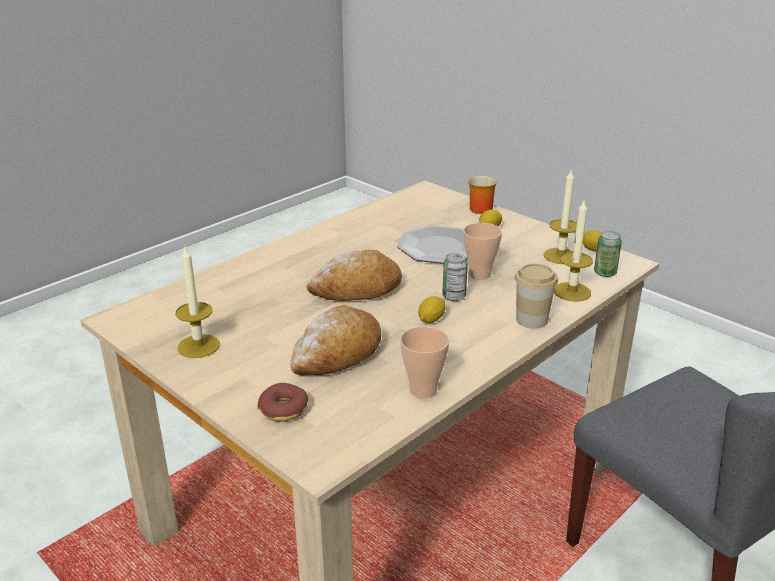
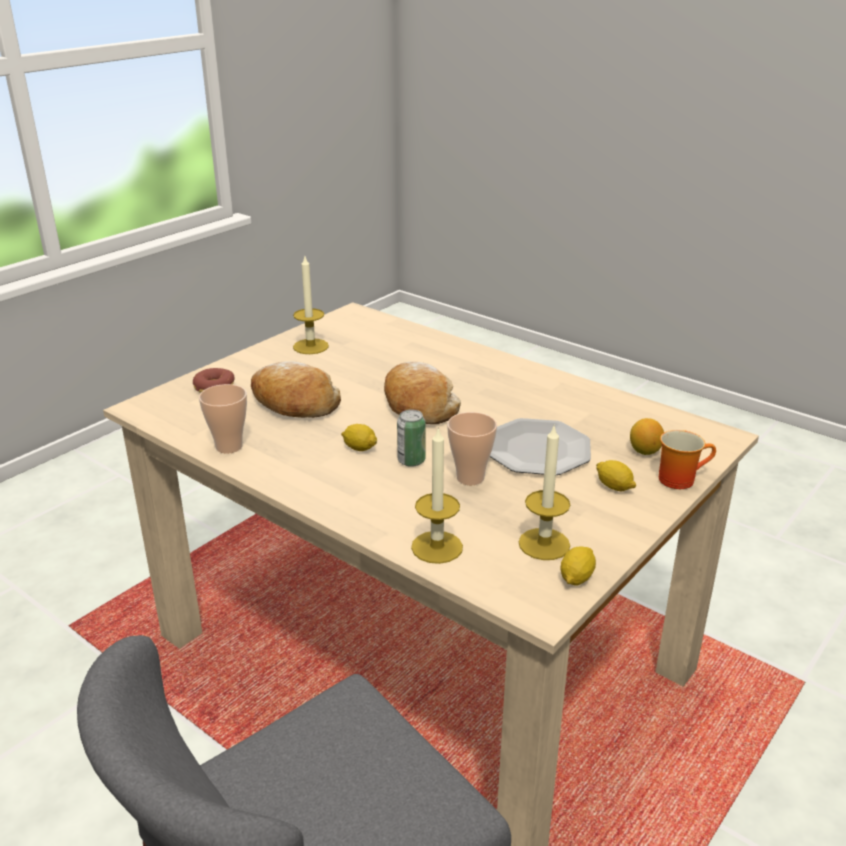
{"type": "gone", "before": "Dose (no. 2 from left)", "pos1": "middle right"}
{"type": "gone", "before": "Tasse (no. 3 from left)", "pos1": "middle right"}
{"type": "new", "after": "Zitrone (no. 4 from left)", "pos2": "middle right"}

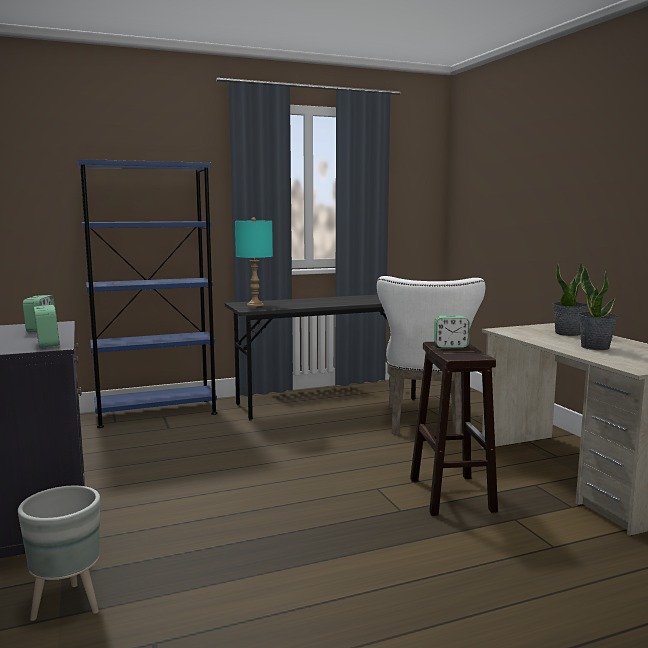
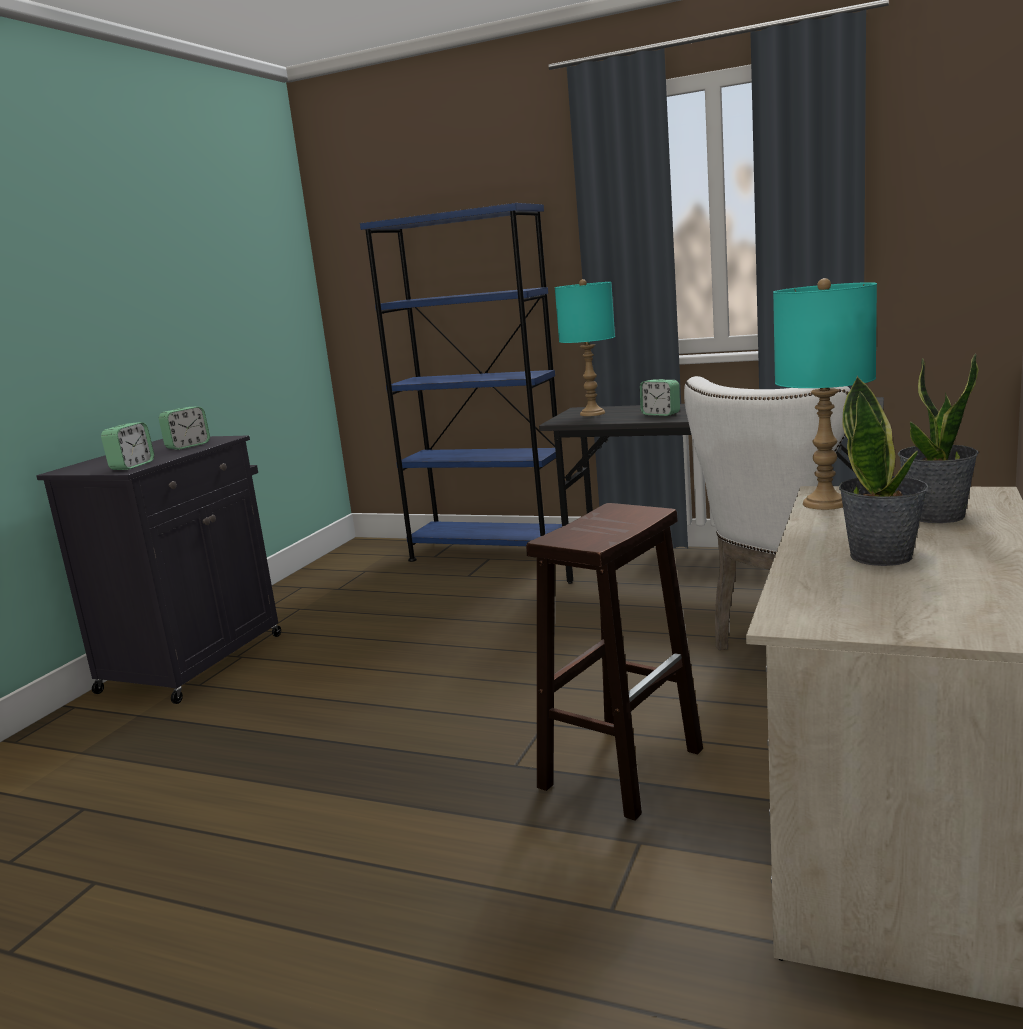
{"type": "shifted", "before": "Wecker (no. 3 from left)", "pos1": "middle right", "pos2": "centre"}
{"type": "gone", "before": "Pflanzkübel (grau)", "pos1": "bottom left"}
{"type": "new", "after": "Tischlampe (türkis) (no. 2 from left)", "pos2": "middle right"}

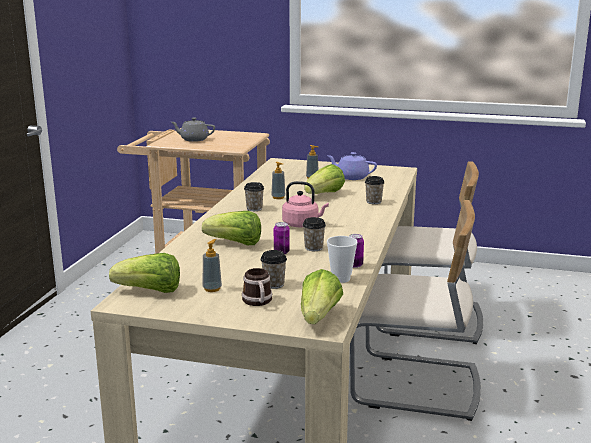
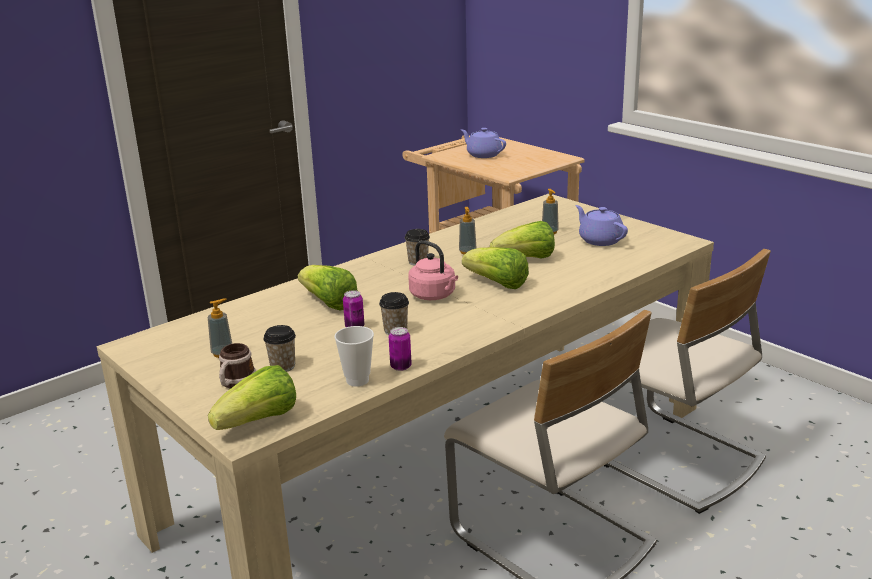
{"type": "repainted", "before": "Teekanne (grau)", "after": "Teekanne (lila) (no. 1 from left)", "pos1": "top left", "pos2": "top centre"}
{"type": "gone", "before": "Tasse (no. 5 from left)", "pos1": "centre"}
{"type": "shifted", "before": "Salatkopf (no. 1 from left in the first image)", "after": "Salatkopf (no. 3 from left)", "pos1": "middle left", "pos2": "centre"}

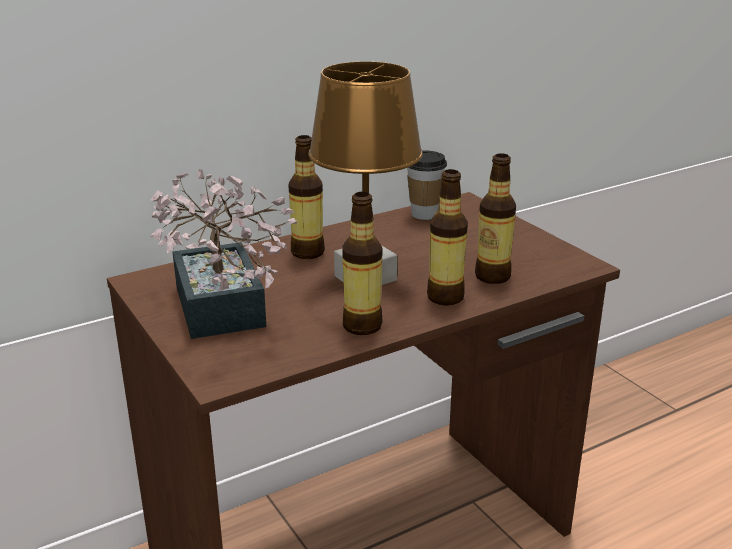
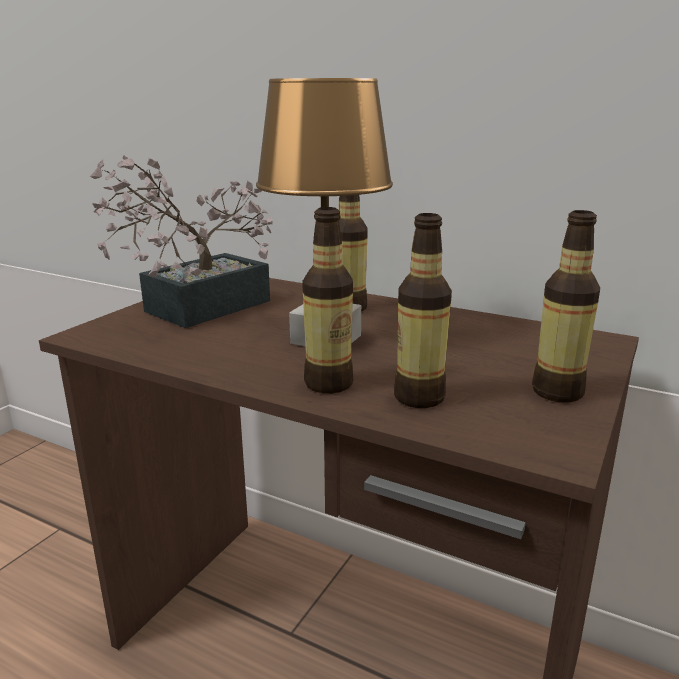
{"type": "gone", "before": "Tasse", "pos1": "centre"}
{"type": "shifted", "before": "Flasche (no. 2 from left in the first image)", "after": "Flasche (no. 4 from left)", "pos1": "centre", "pos2": "middle right"}

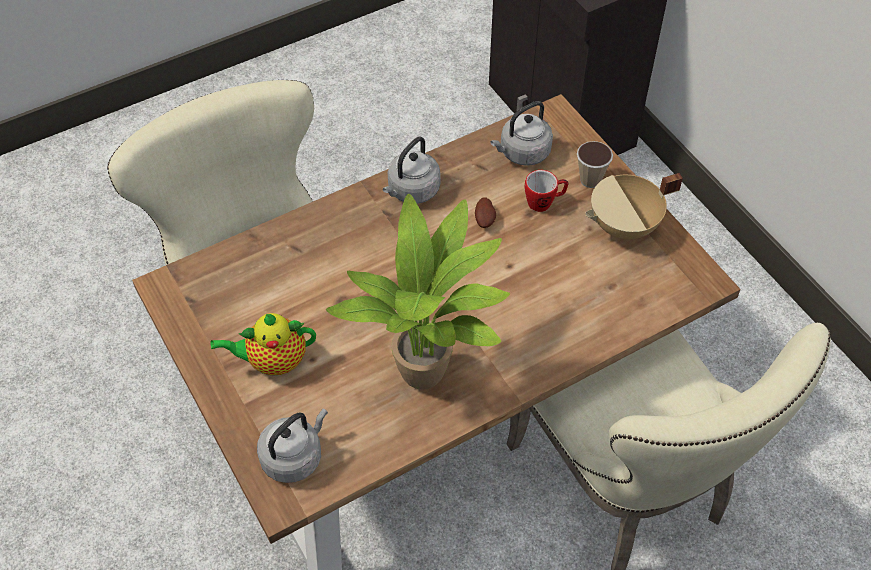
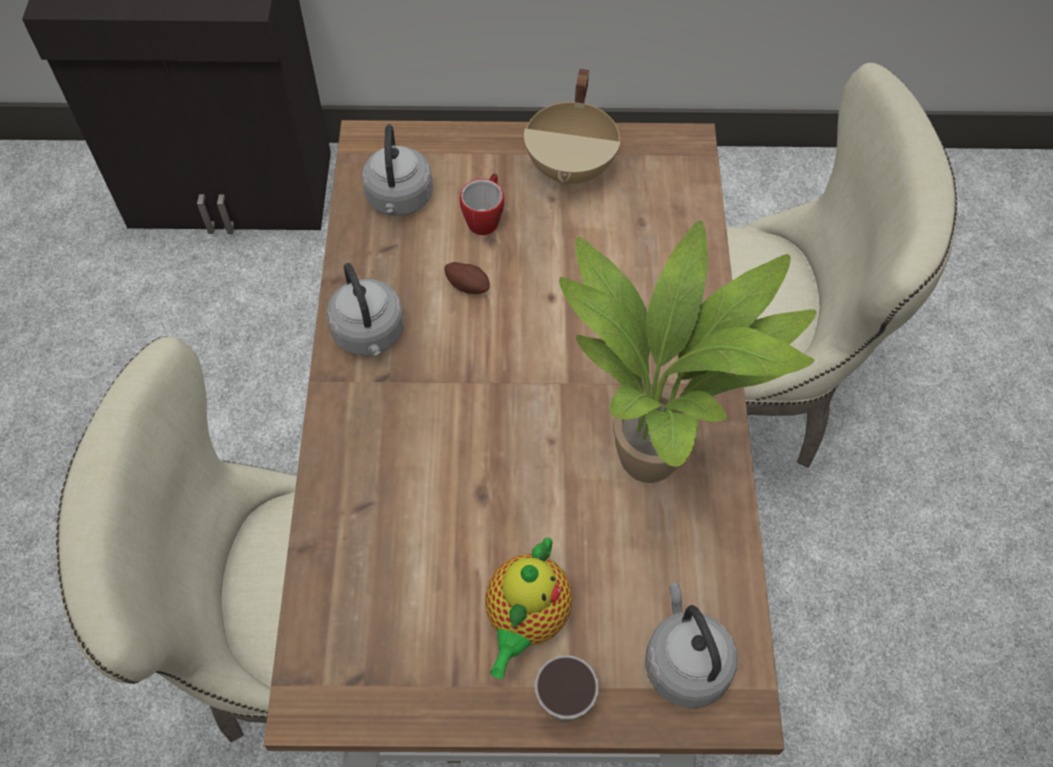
{"type": "shifted", "before": "Tasse", "pos1": "top right", "pos2": "bottom centre"}

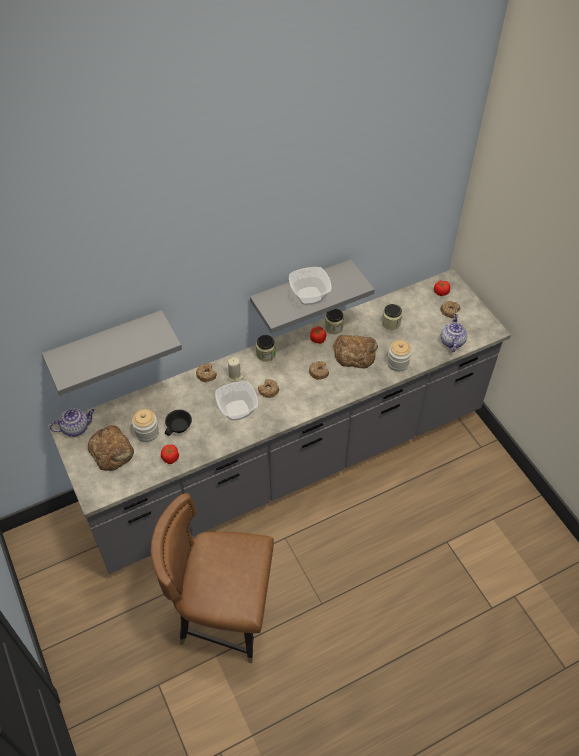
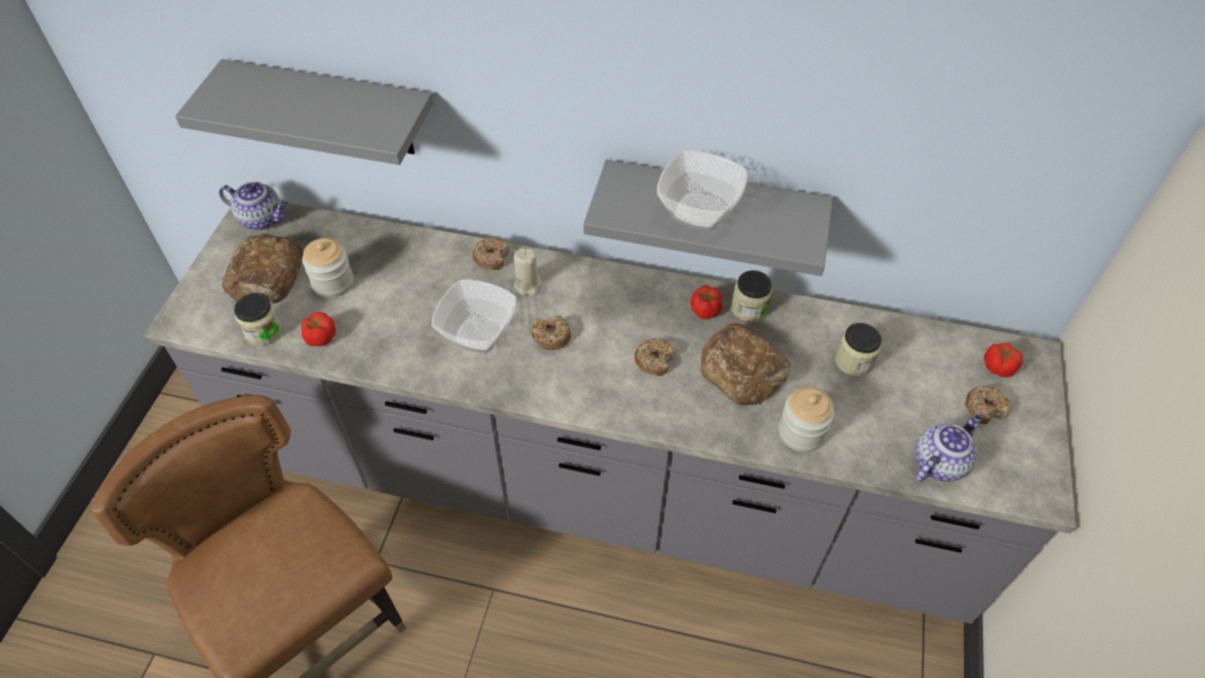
{"type": "shifted", "before": "Vorratsglas (no. 2 from left in the first image)", "after": "Vorratsglas (no. 1 from left)", "pos1": "centre", "pos2": "middle left"}
{"type": "gone", "before": "Tasse (schwarz)", "pos1": "middle left"}

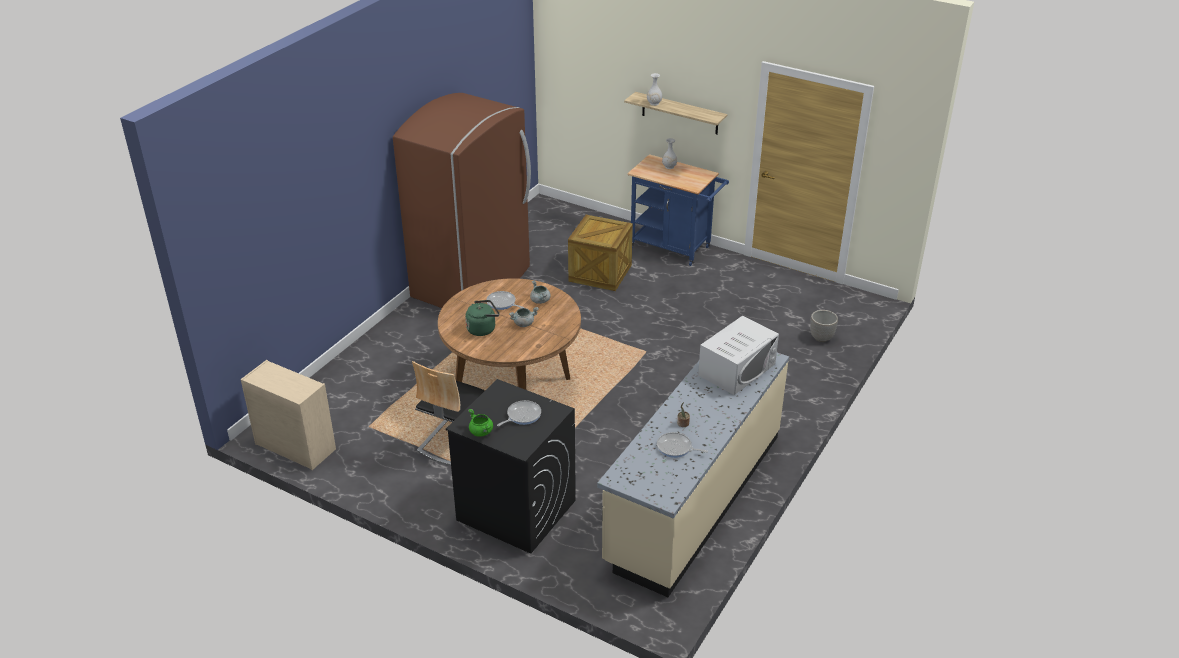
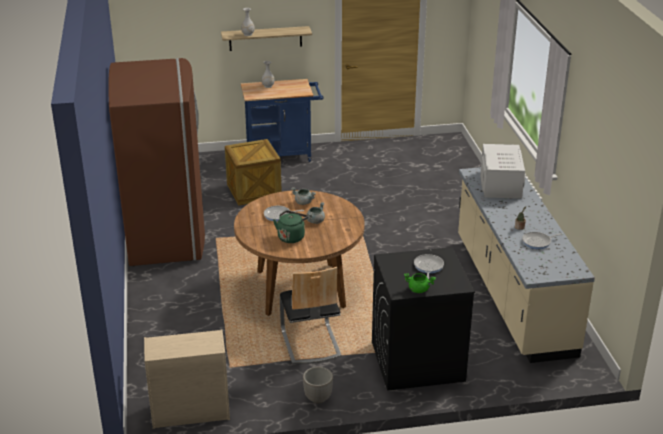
{"type": "shifted", "before": "Pflanzkübel", "pos1": "middle right", "pos2": "bottom centre"}

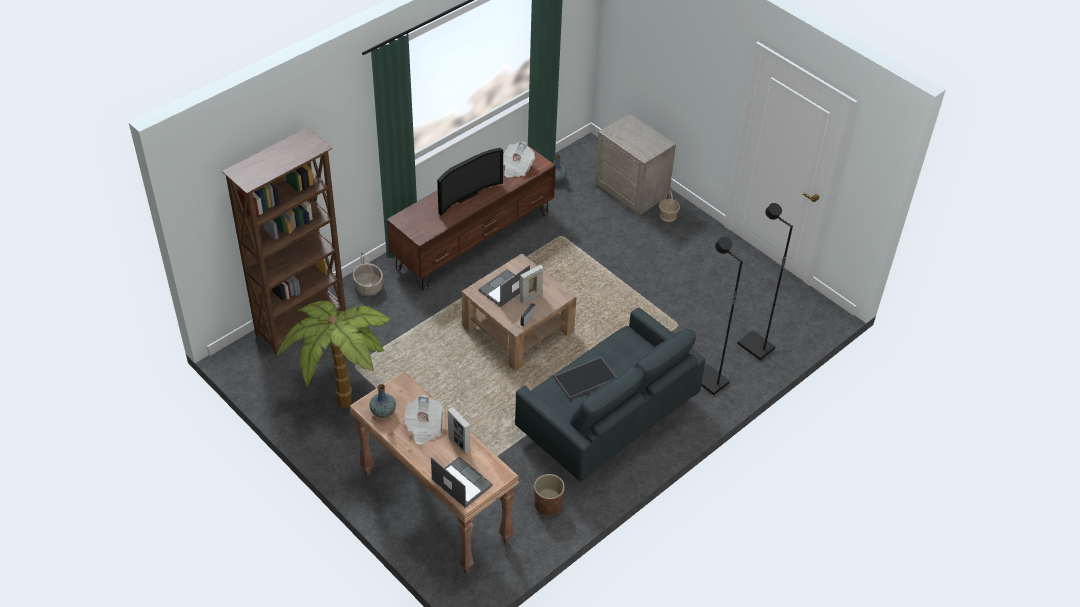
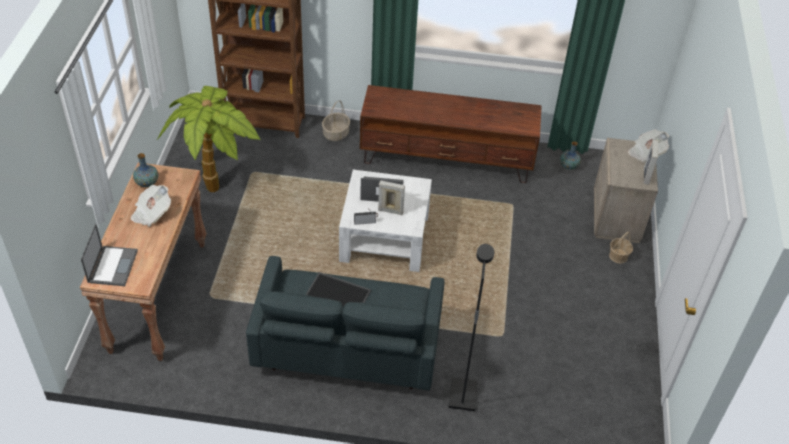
{"type": "shifted", "before": "Zeitung (no. 2 from left)", "pos1": "top centre", "pos2": "top right"}
{"type": "gone", "before": "Fernseher", "pos1": "top centre"}
{"type": "gone", "before": "Stehlampe (schwarz) (no. 2 from left)", "pos1": "middle right"}
{"type": "repainted", "before": "Couchtisch (braun)", "after": "Couchtisch (weiß)", "pos1": "centre", "pos2": "centre"}
{"type": "shifted", "before": "Bilderrahmen (no. 1 from left in the first image)", "after": "Bilderrahmen (no. 2 from left)", "pos1": "bottom centre", "pos2": "middle right"}
{"type": "gone", "before": "Pflanzkübel (braun)", "pos1": "bottom centre"}

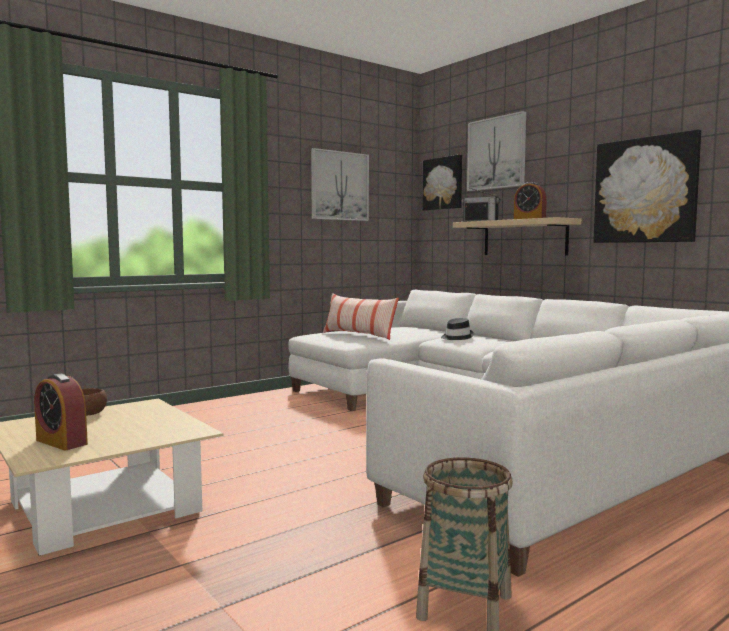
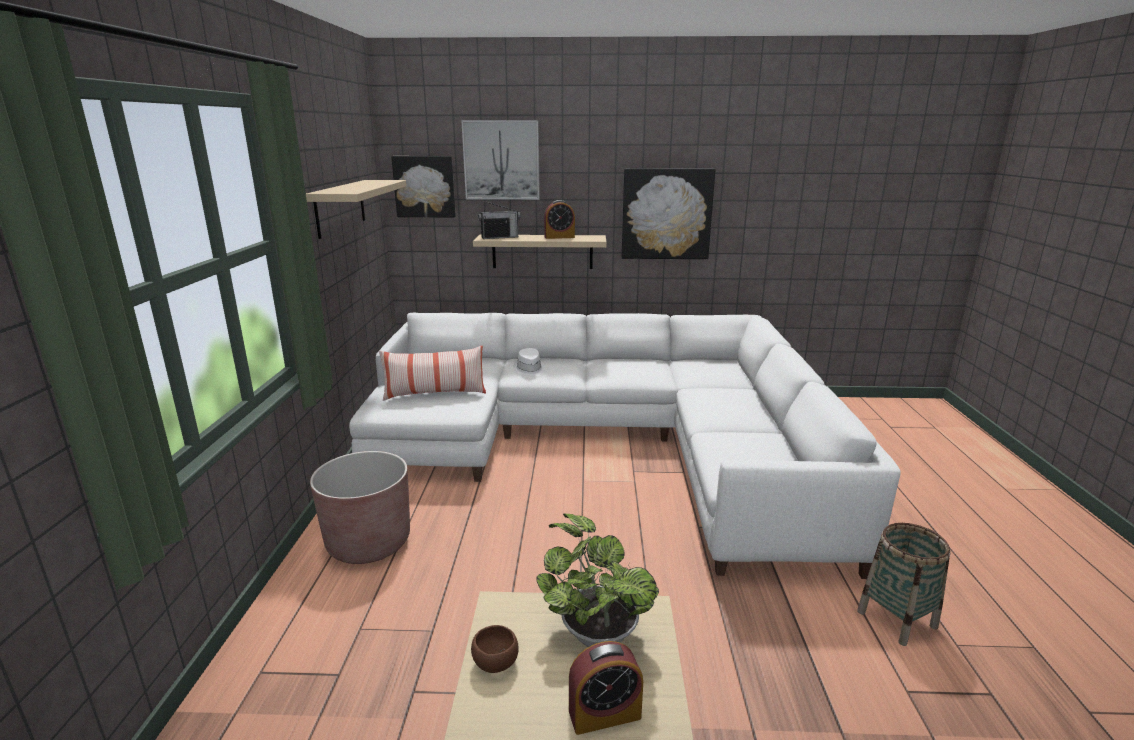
{"type": "swapped", "before": "Bild (no. 1 from left)", "after": "Wandregal (beige) (no. 1 from left)", "pos1": "top centre", "pos2": "top left"}
{"type": "repainted", "before": "Hut (schwarz)", "after": "Hut (weiß)", "pos1": "centre", "pos2": "centre"}
{"type": "new", "after": "Pflanzkübel (braun)", "pos2": "bottom left"}
{"type": "new", "after": "Topfpflanze", "pos2": "bottom centre"}

